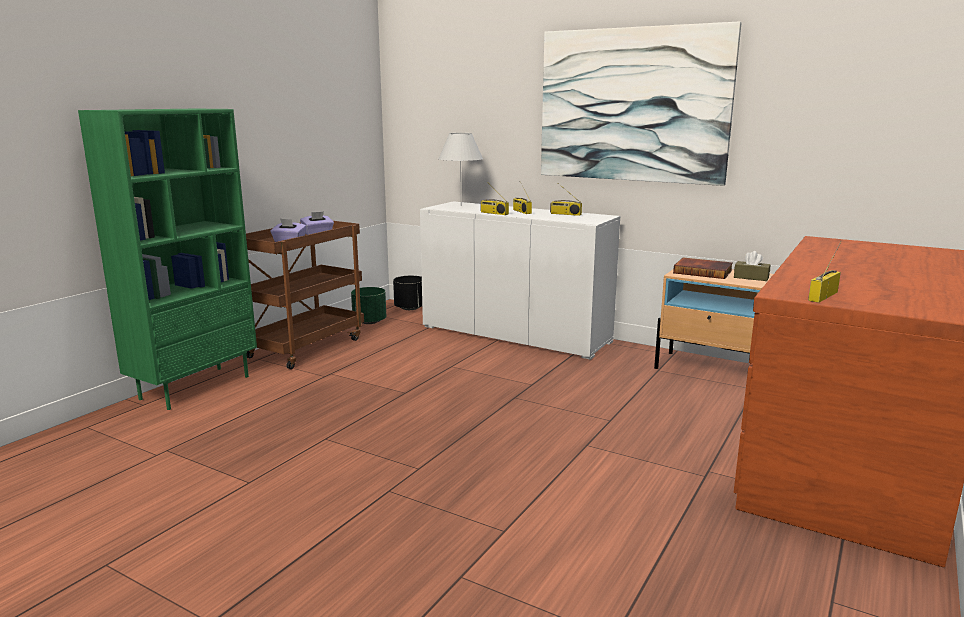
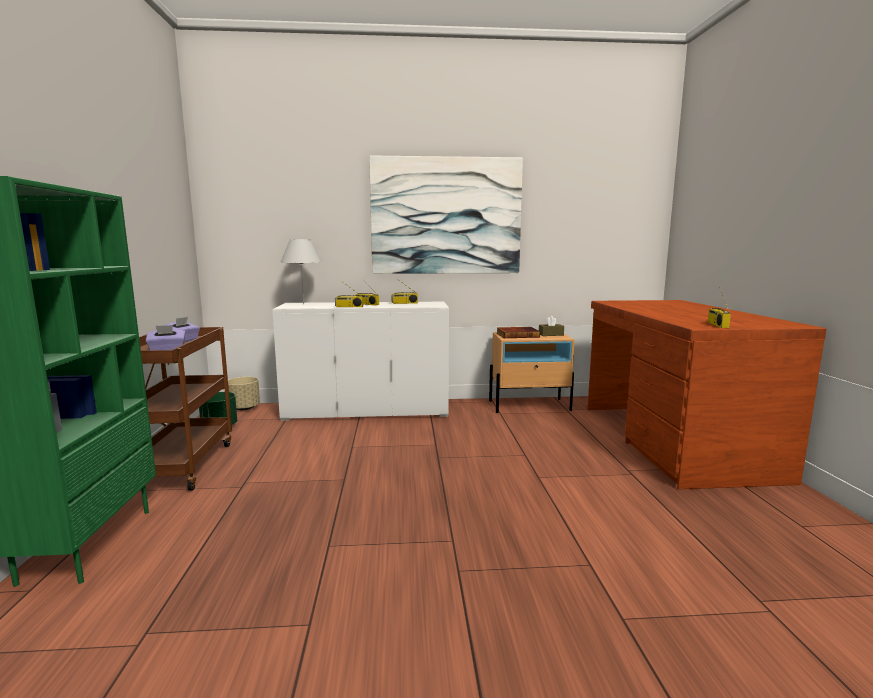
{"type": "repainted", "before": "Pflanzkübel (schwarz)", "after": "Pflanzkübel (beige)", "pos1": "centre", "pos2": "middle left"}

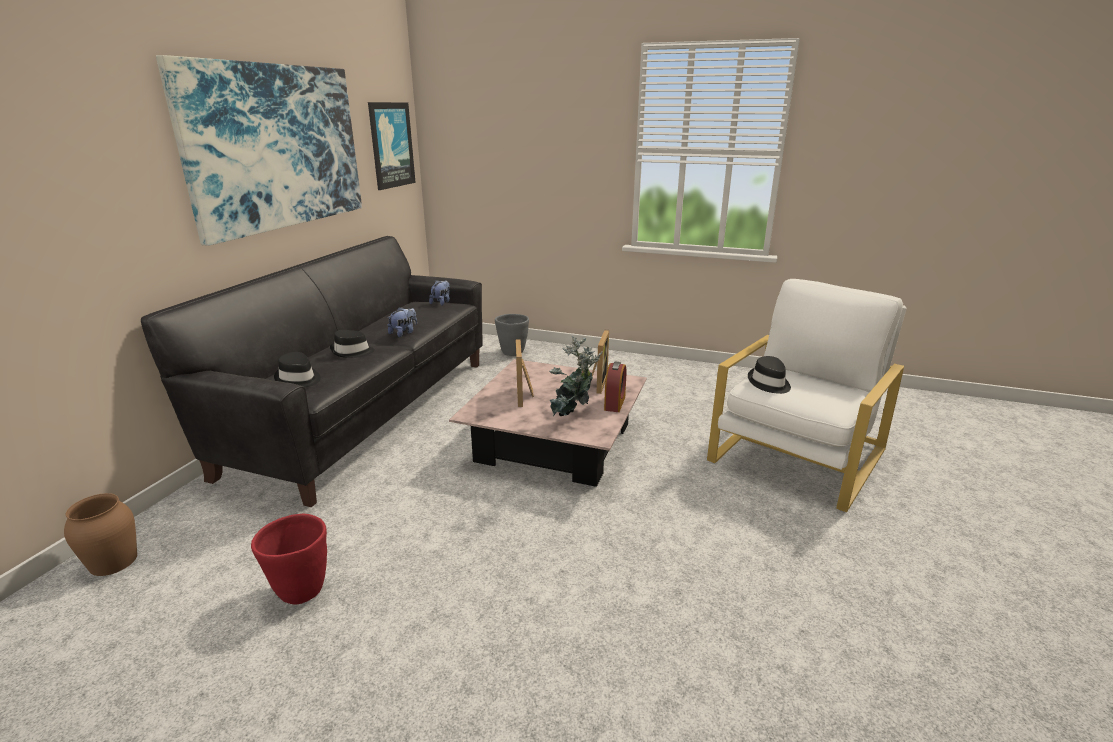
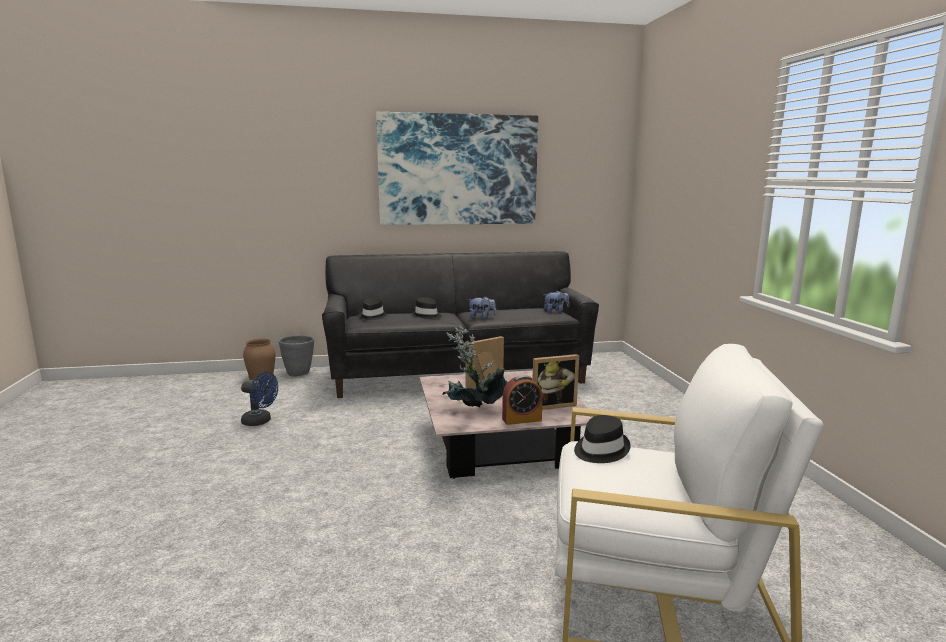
{"type": "gone", "before": "Bild (no. 2 from left)", "pos1": "top centre"}
{"type": "shifted", "before": "Pflanzkübel (grau)", "pos1": "centre", "pos2": "middle left"}
{"type": "swapped", "before": "Pflanzkübel (rot)", "after": "Ventilator (blau)", "pos1": "bottom left", "pos2": "middle left"}

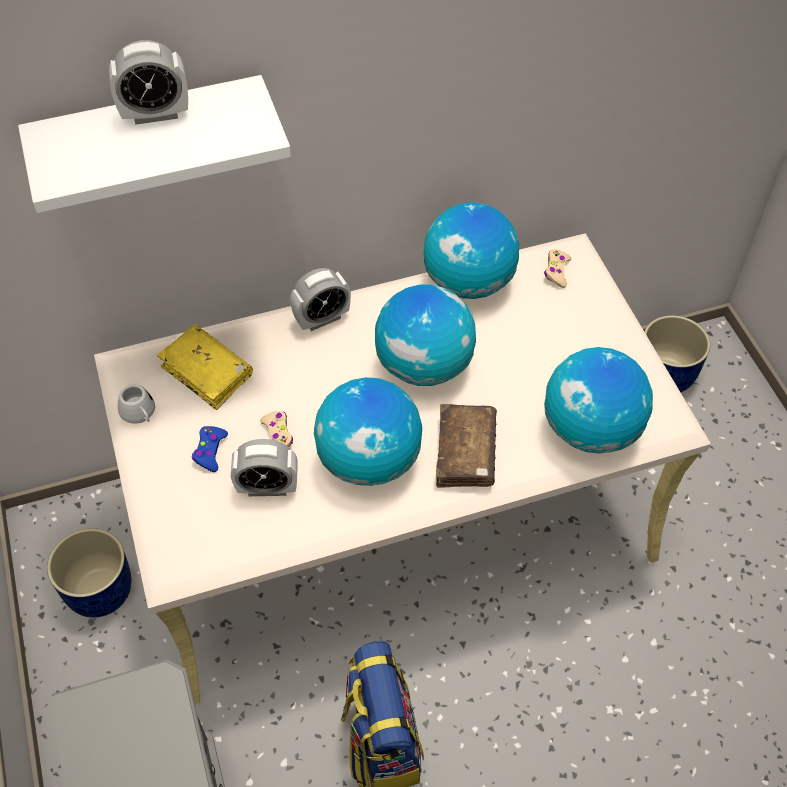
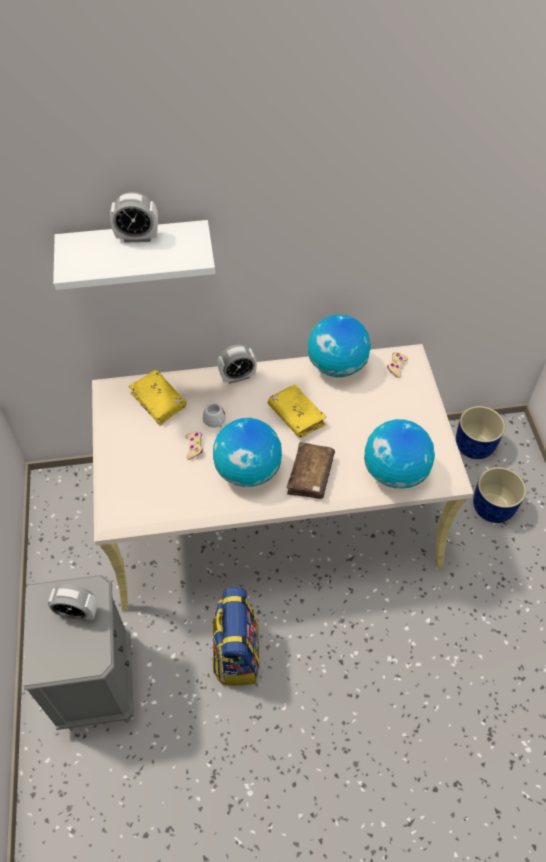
{"type": "swapped", "before": "Globus (no. 2 from left)", "after": "Buch (gelb) (no. 2 from left)", "pos1": "centre", "pos2": "centre"}
{"type": "shifted", "before": "Henkelbecher (weiß)", "pos1": "middle left", "pos2": "centre"}
{"type": "gone", "before": "Gamepad (blau)", "pos1": "middle left"}
{"type": "shifted", "before": "Wecker (no. 2 from left in the first image)", "after": "Wecker (no. 1 from left)", "pos1": "centre", "pos2": "bottom left"}
{"type": "shifted", "before": "Pflanzkübel (blau) (no. 1 from left in the first image)", "after": "Pflanzkübel (blau) (no. 2 from left)", "pos1": "bottom left", "pos2": "middle right"}

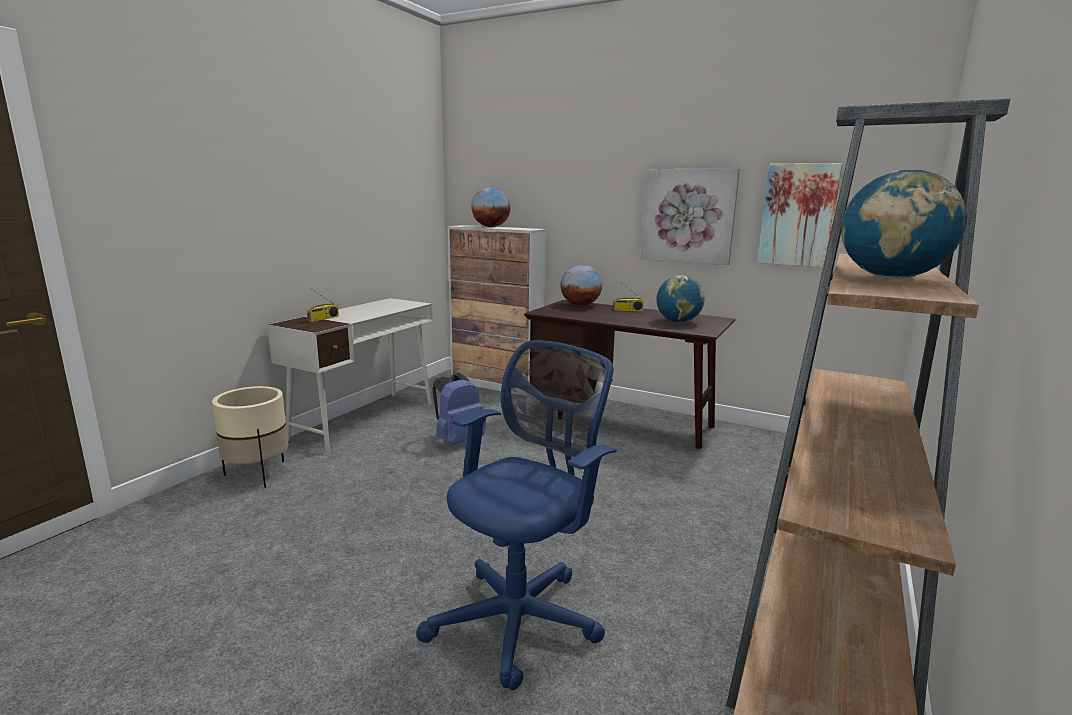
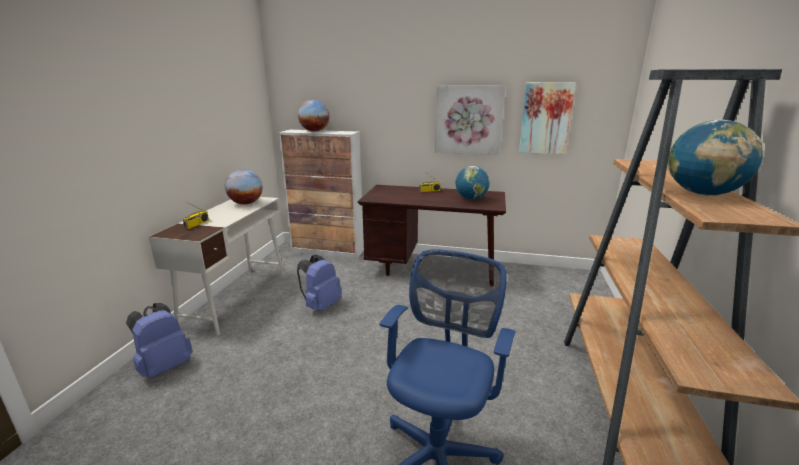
{"type": "shifted", "before": "Globus (no. 2 from left in the first image)", "after": "Globus (no. 1 from left)", "pos1": "centre", "pos2": "middle left"}
{"type": "swapped", "before": "Pflanzkübel (beige)", "after": "Rucksack (blau) (no. 1 from left)", "pos1": "middle left", "pos2": "bottom left"}

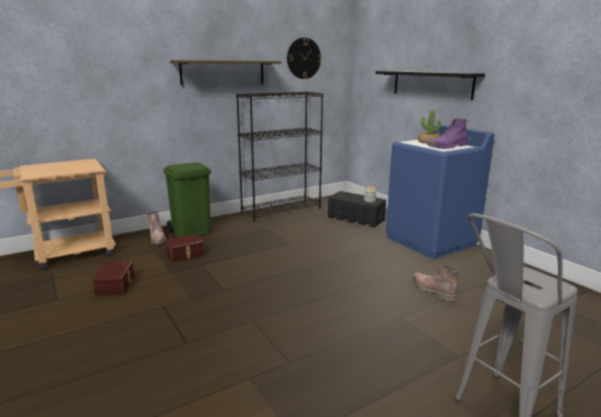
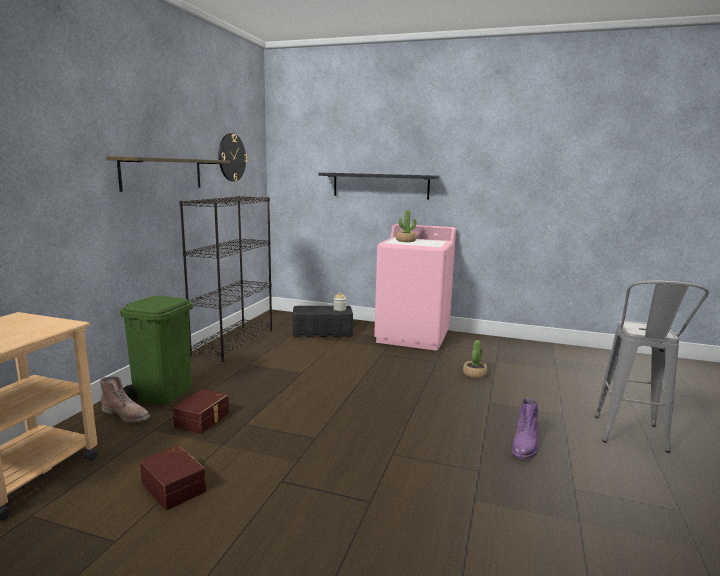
{"type": "shifted", "before": "Stiefel (lila)", "pos1": "top right", "pos2": "bottom right"}
{"type": "repainted", "before": "Waschmaschine (blau)", "after": "Waschmaschine (rosa)", "pos1": "middle right", "pos2": "centre"}
{"type": "swapped", "before": "Stiefel (braun) (no. 2 from left)", "after": "Topfpflanze (no. 2 from left)", "pos1": "bottom right", "pos2": "centre"}

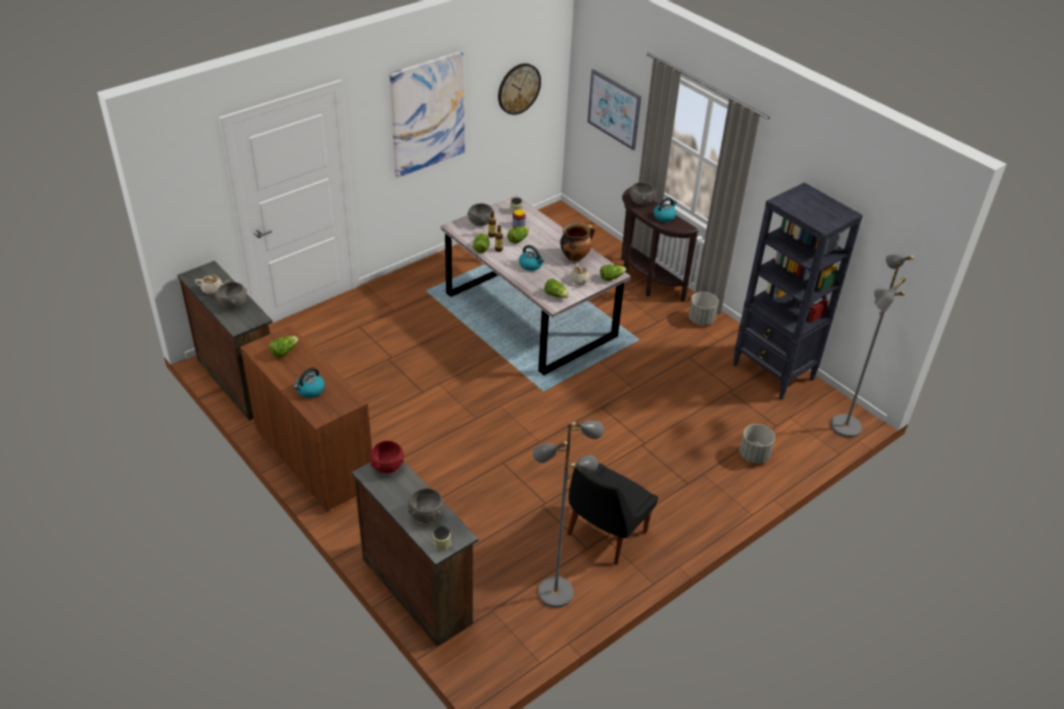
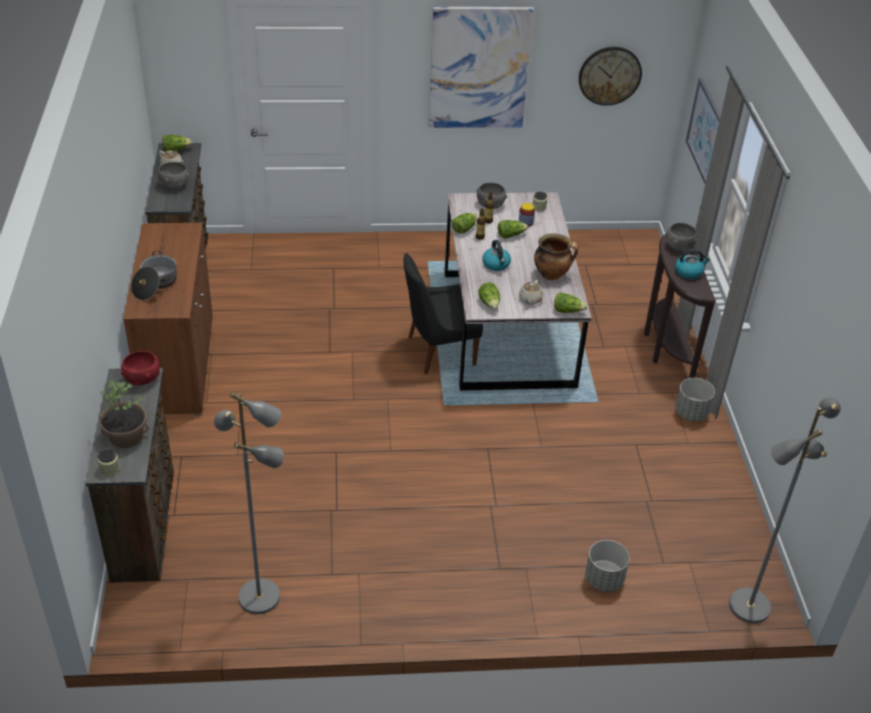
{"type": "gone", "before": "Bücherregal (schwarz)", "pos1": "middle right"}
{"type": "shifted", "before": "Salatkopf (no. 1 from left)", "pos1": "middle left", "pos2": "top left"}
{"type": "swapped", "before": "Wasserkessel (no. 1 from left)", "after": "Kochtopf (no. 1 from left)", "pos1": "middle left", "pos2": "middle left"}
{"type": "shifted", "before": "Stuhl (schwarz)", "pos1": "bottom centre", "pos2": "centre"}
{"type": "swapped", "before": "Schüssel (grau) (no. 2 from left)", "after": "Topfpflanze", "pos1": "bottom centre", "pos2": "middle left"}

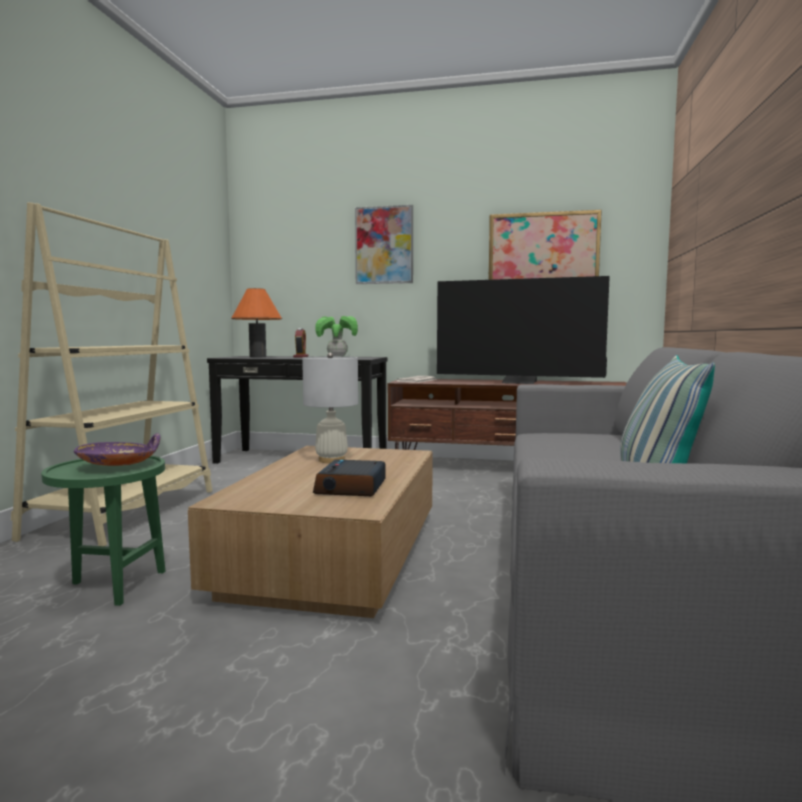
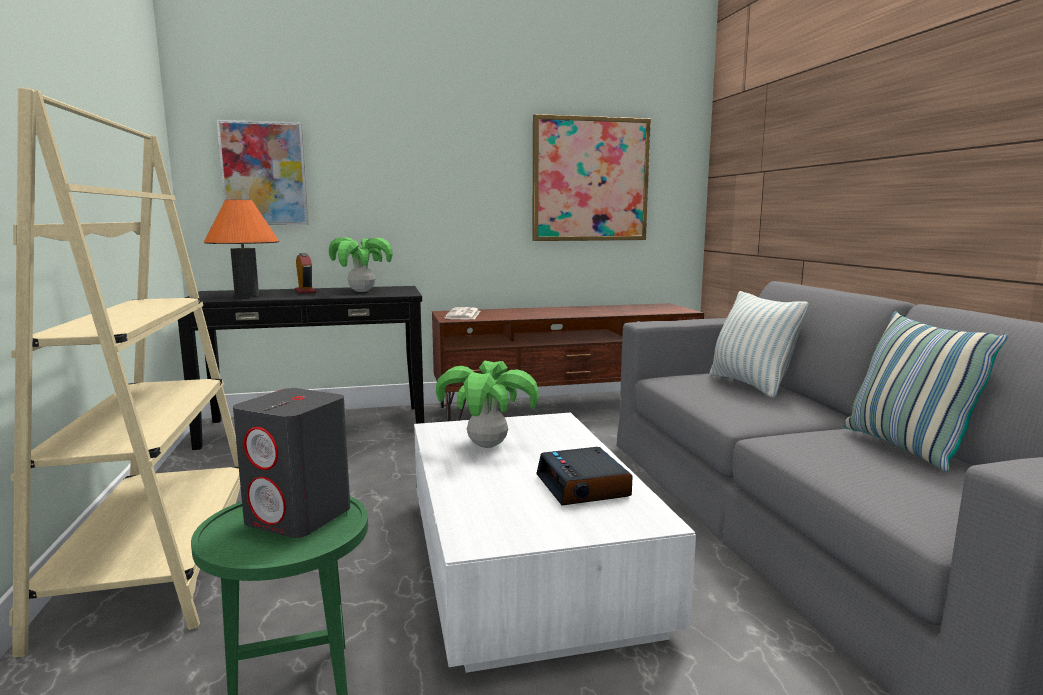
{"type": "shifted", "before": "Bild (no. 1 from left)", "pos1": "top centre", "pos2": "top left"}
{"type": "gone", "before": "Fernseher", "pos1": "centre"}
{"type": "swapped", "before": "Tischlampe (weiß)", "after": "Topfpflanze (no. 2 from left)", "pos1": "centre", "pos2": "centre"}
{"type": "swapped", "before": "Schüssel (lila)", "after": "Lautsprecher (grau)", "pos1": "middle left", "pos2": "middle left"}
{"type": "repainted", "before": "Couchtisch (braun)", "after": "Couchtisch (weiß)", "pos1": "centre", "pos2": "bottom centre"}
{"type": "new", "after": "Kissen (no. 1 from left)", "pos2": "middle right"}

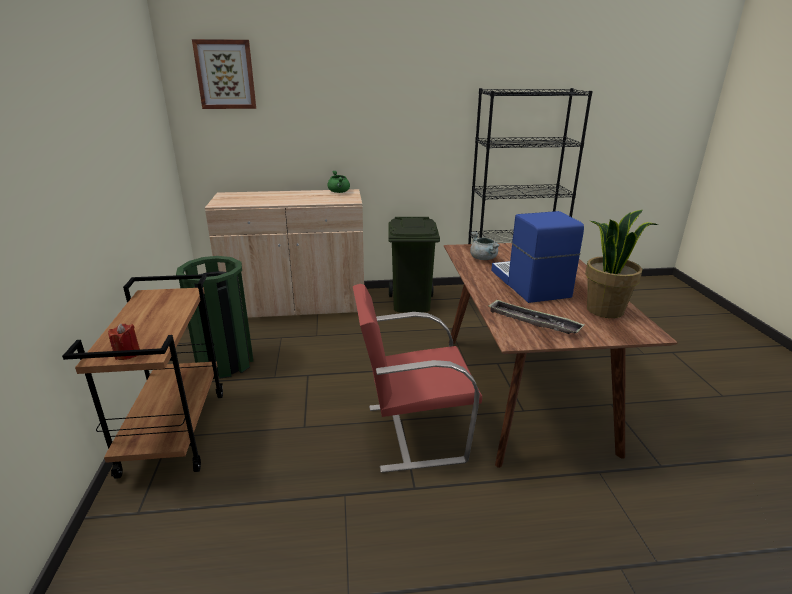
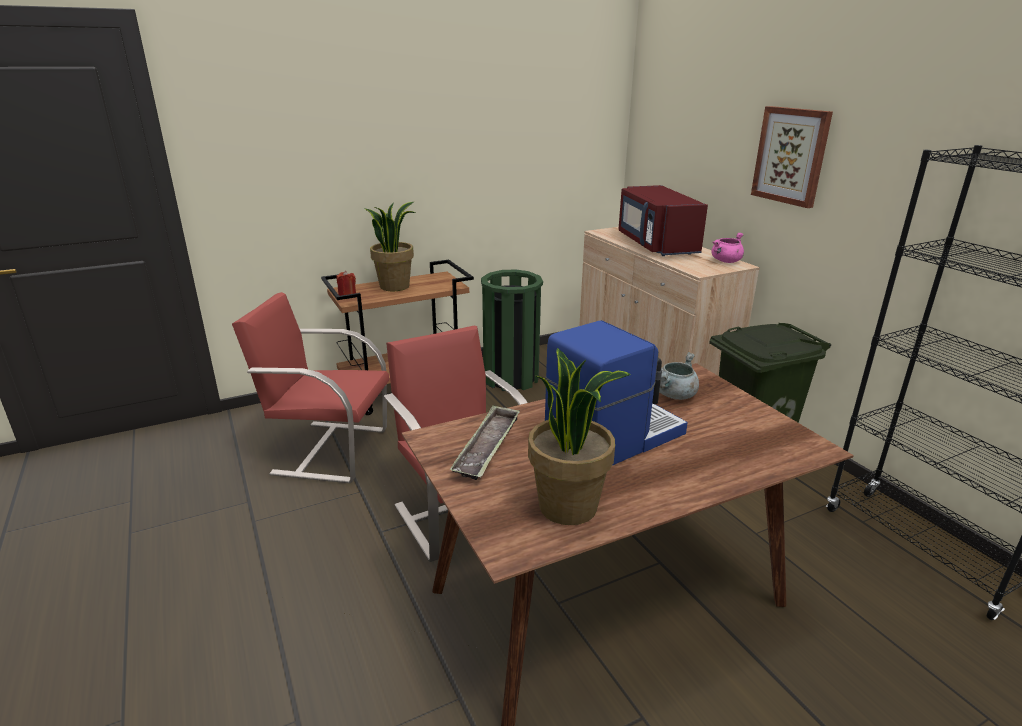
{"type": "shifted", "before": "Bild", "pos1": "top left", "pos2": "top right"}
{"type": "repainted", "before": "Kochtopf (grün)", "after": "Kochtopf (rosa)", "pos1": "top centre", "pos2": "middle right"}
{"type": "new", "after": "Mikrowelle (rot)", "pos2": "top centre"}
{"type": "new", "after": "Topfpflanze (no. 1 from left)", "pos2": "centre"}
{"type": "new", "after": "Stuhl (rot) (no. 1 from left)", "pos2": "middle left"}

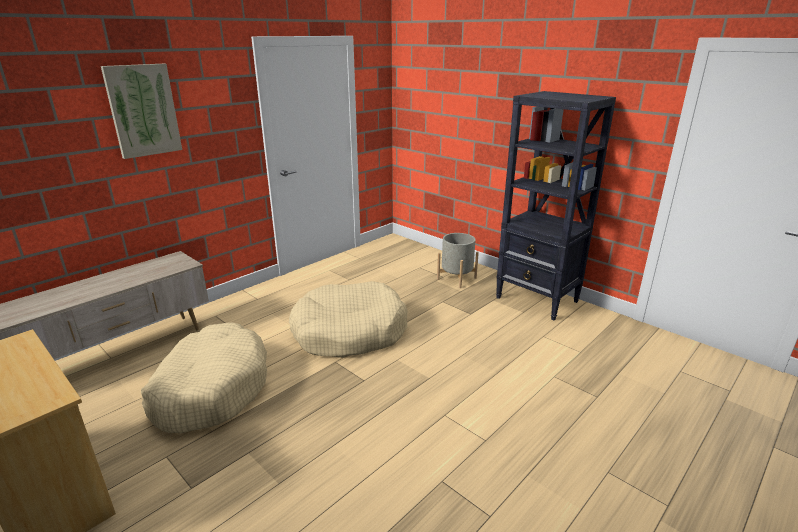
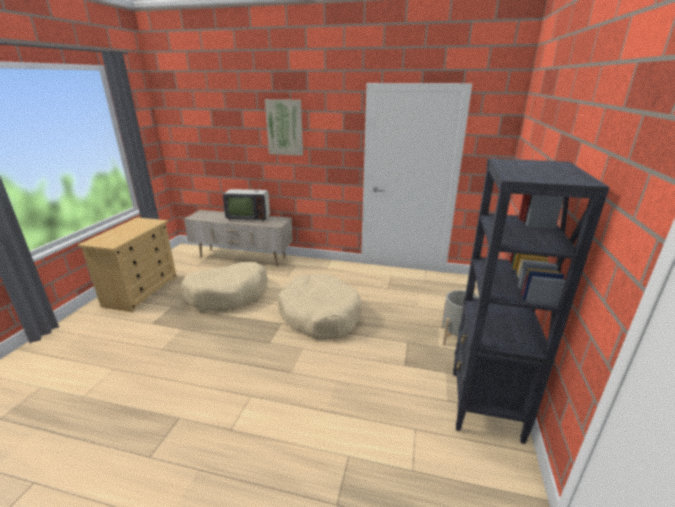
{"type": "new", "after": "Fernseher", "pos2": "centre"}

